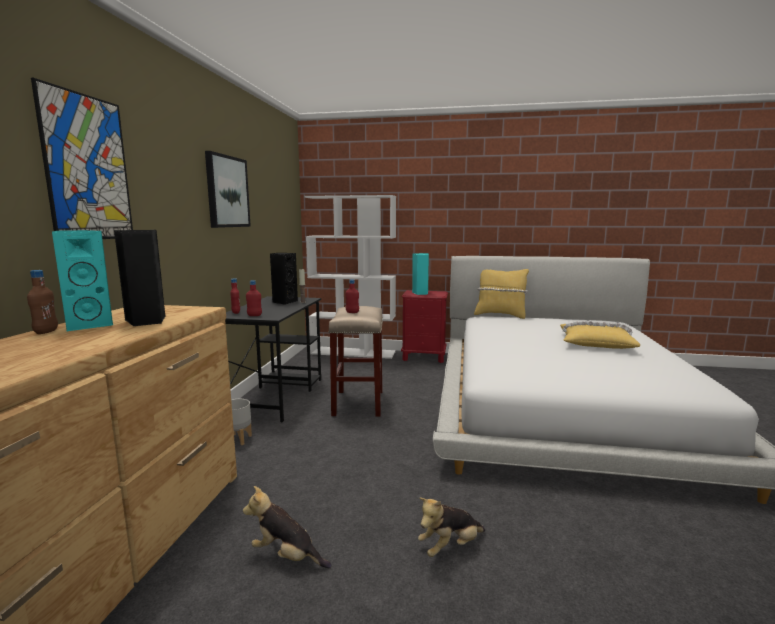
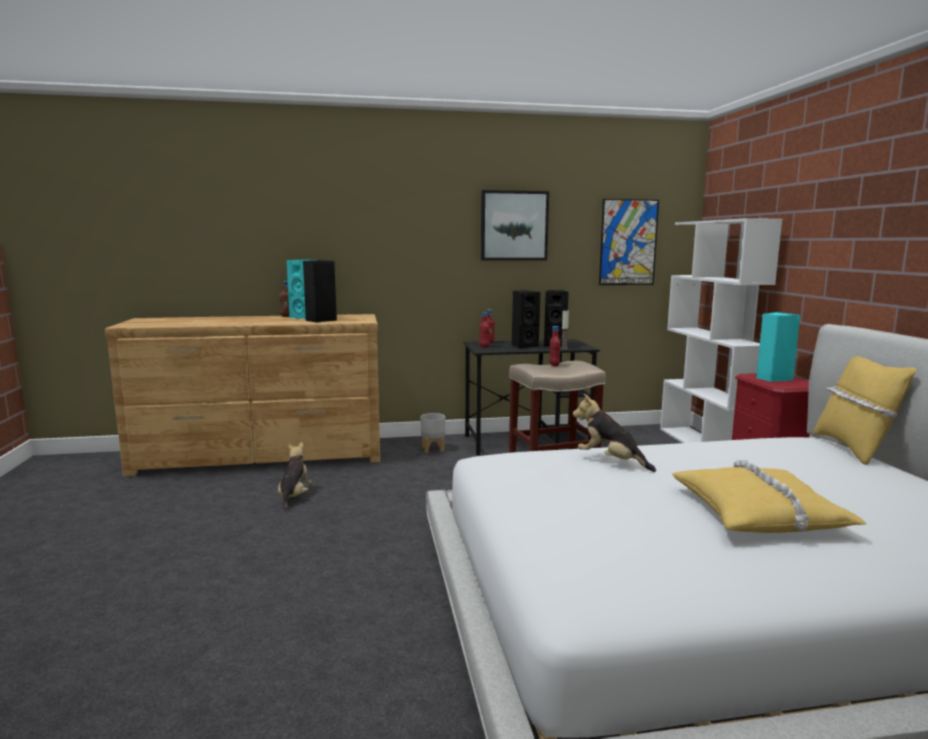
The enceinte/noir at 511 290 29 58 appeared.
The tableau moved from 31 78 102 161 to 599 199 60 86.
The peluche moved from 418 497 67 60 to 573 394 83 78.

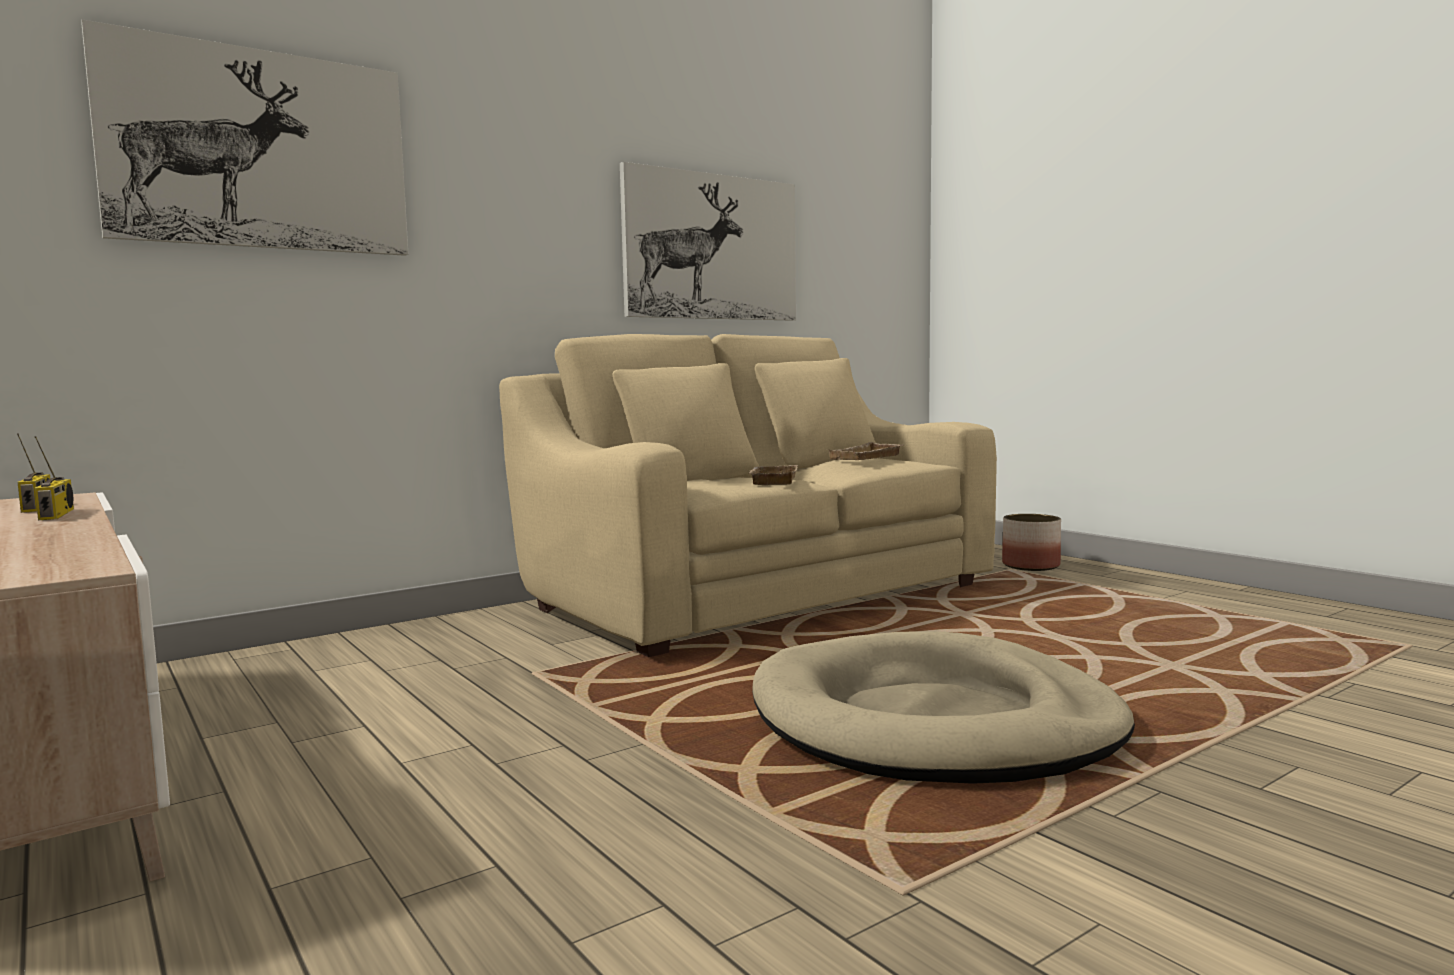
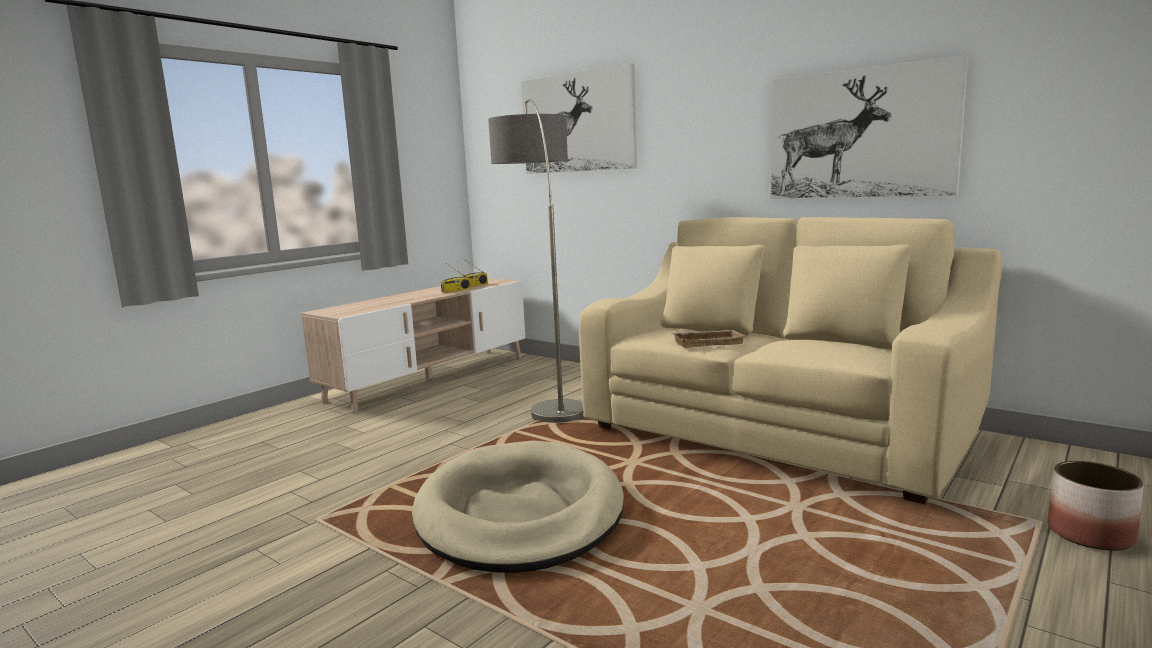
The plateau/beige at 829 442 74 18 disappeared.
The lampadaire at 488 99 95 324 appeared.

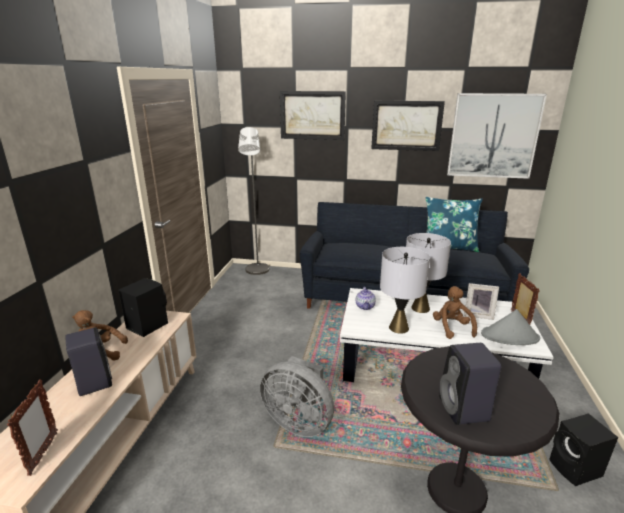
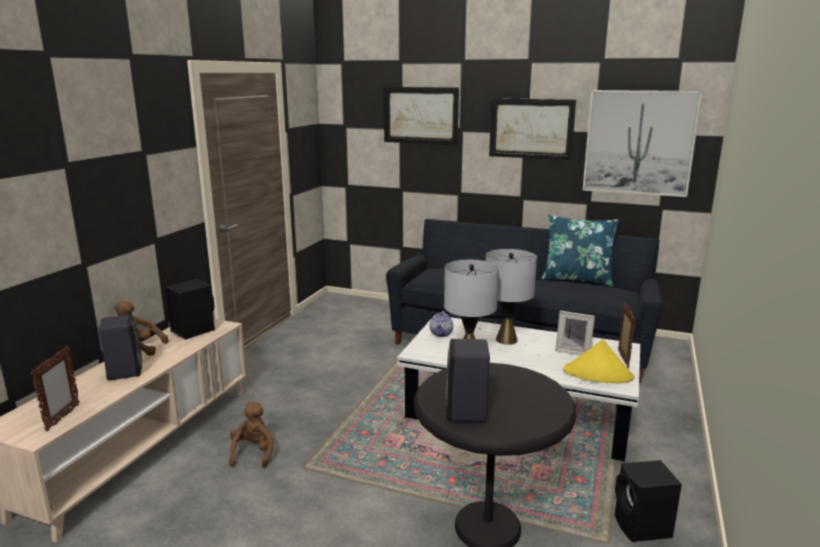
The lampadaire/gris at 238 127 32 148 disappeared.
The ventilateur/gris at 260 356 74 81 disappeared.
The peluche/marron moved from 433 286 44 53 to 229 402 45 66.
The chapeau/gris at 481 309 59 36 became the chapeau/jaune at 563 339 71 44.

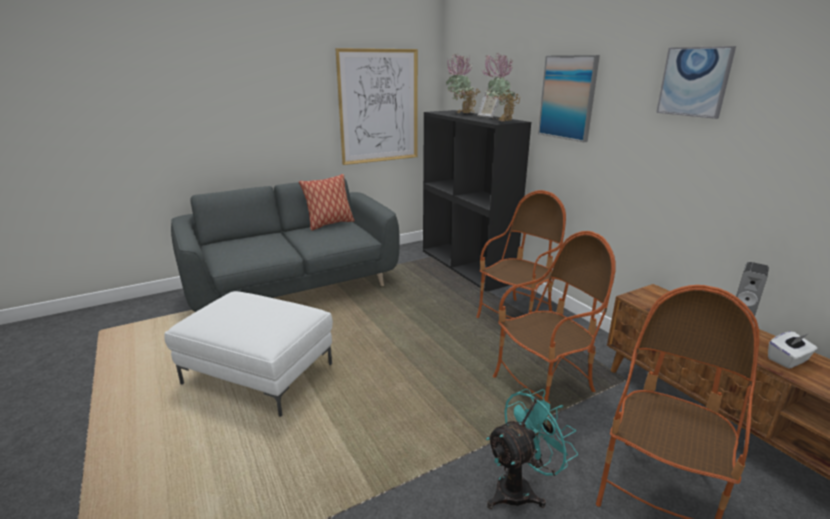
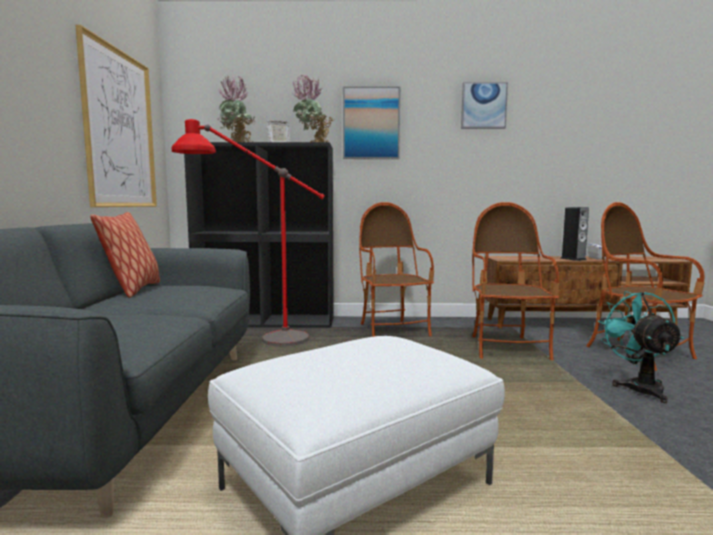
The lampadaire/rouge at 172 119 153 227 appeared.

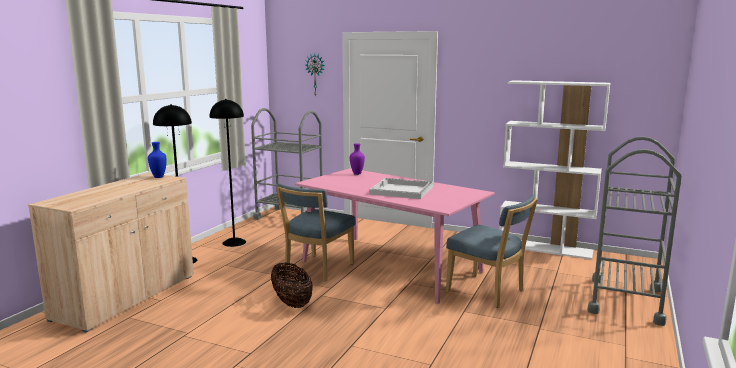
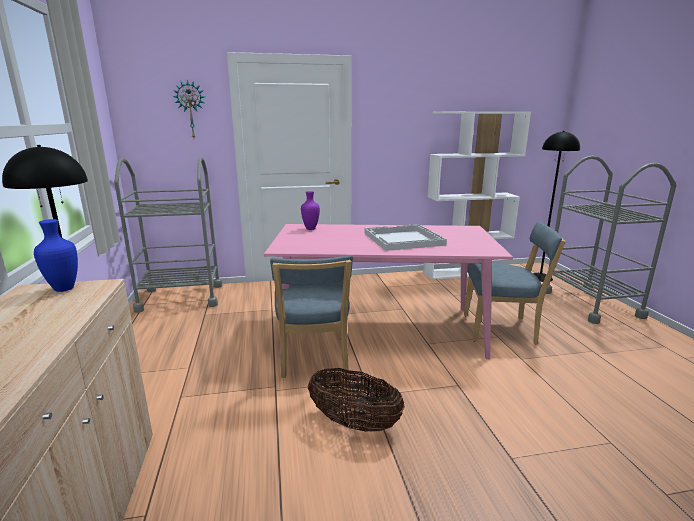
The lampadaire/noir moved from 209 99 37 148 to 533 131 47 151.

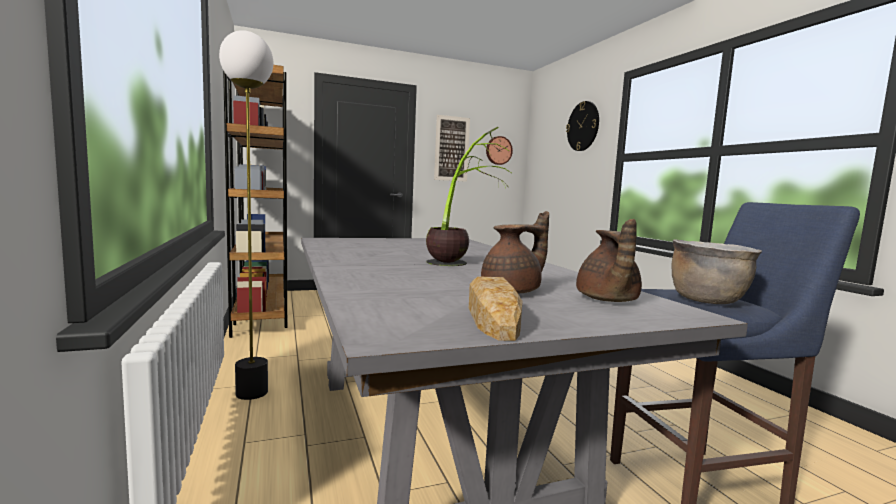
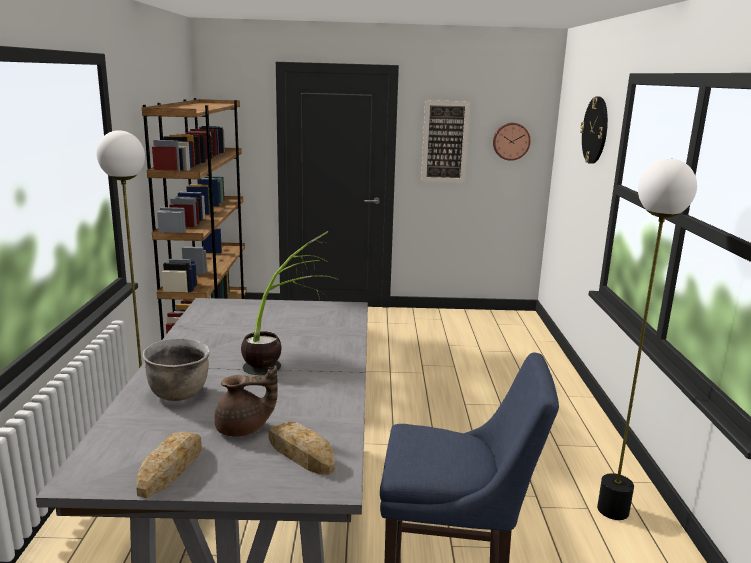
The lampadaire at 597 159 100 361 appeared.
The marmite/marron moved from 671 239 91 65 to 143 339 67 62.
The théière/marron at 576 219 66 83 was replaced by the pain at 268 422 67 53.

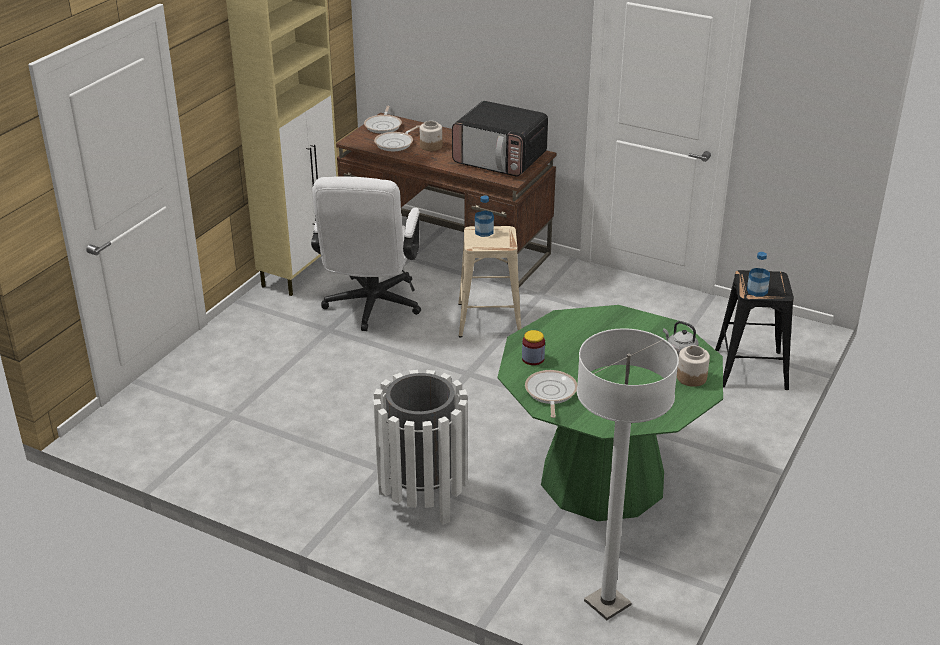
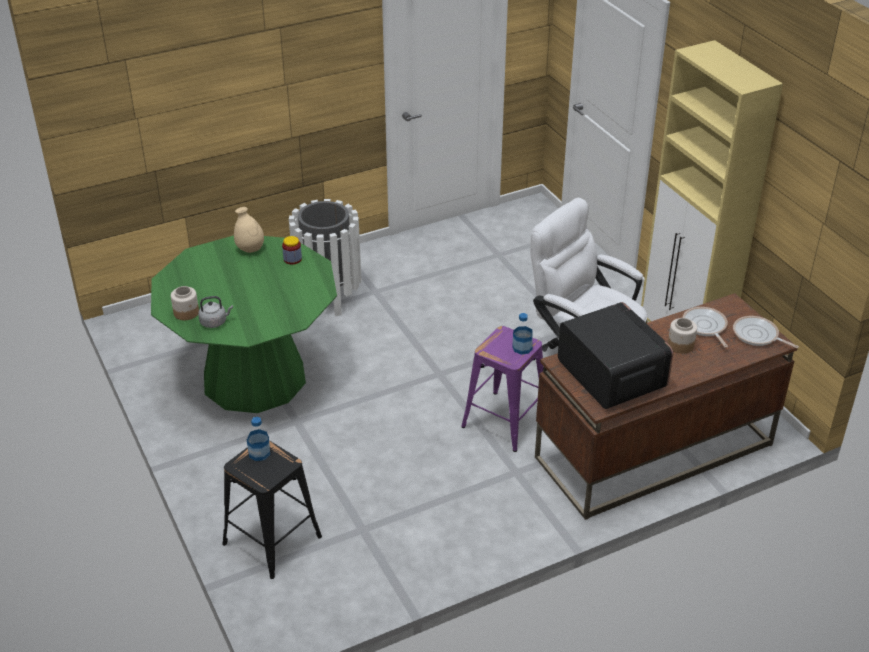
The lampadaire/blanc at 577 328 102 292 disappeared.
The poêle at 525 370 52 48 was replaced by the vase/beige at 234 207 30 46.
The tabouret/beige at 458 226 64 111 became the tabouret/violet at 461 326 82 126.
The micro-ondes at 452 101 96 76 turned 90 degrees clockwise.

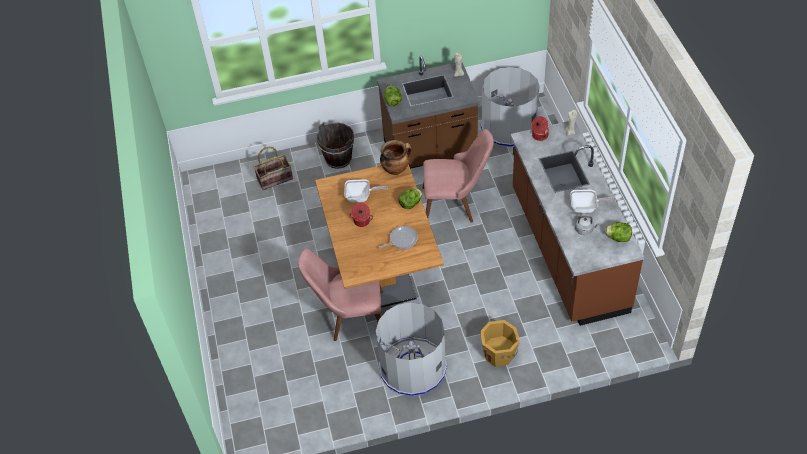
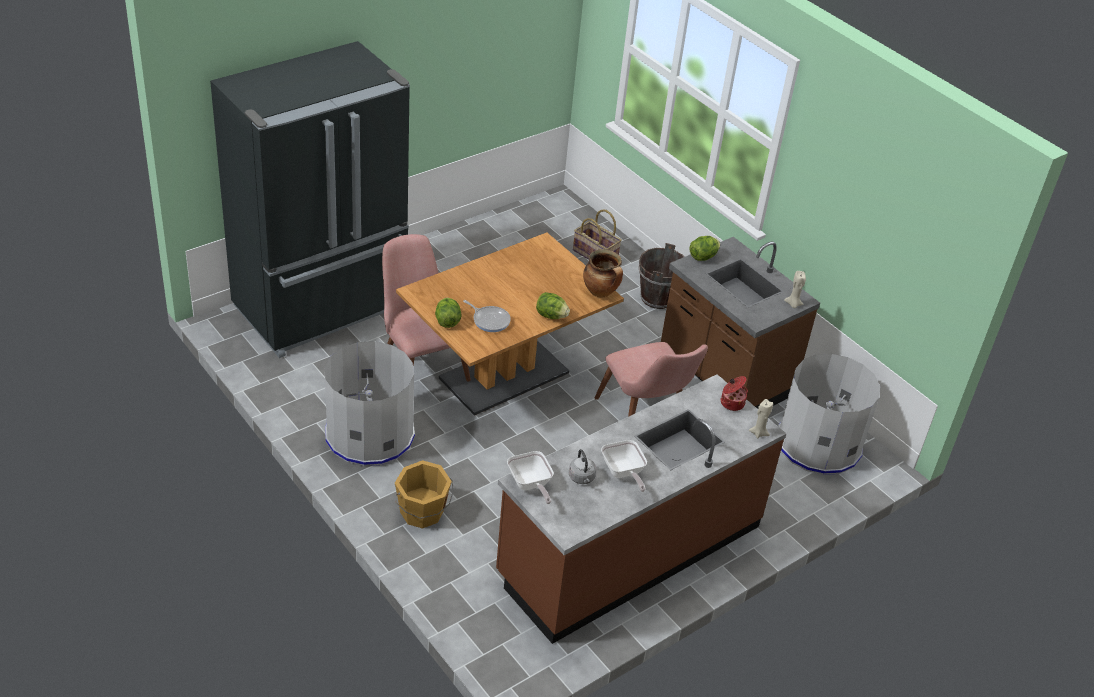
The marmite at 350 202 23 25 disappeared.
The réfrigérateur/noir at 210 41 200 317 appeared.
The poêle moved from 344 179 44 23 to 507 451 47 53.
The laitue moved from 605 222 27 20 to 435 298 27 30.

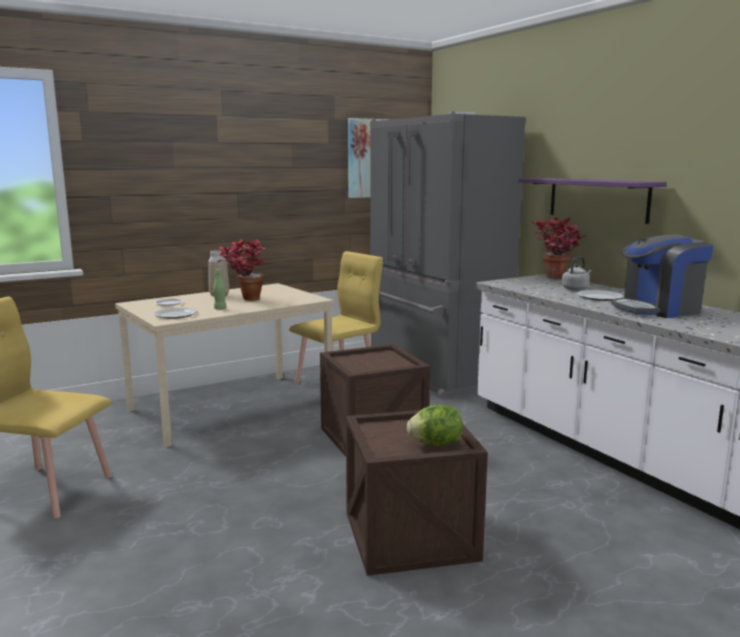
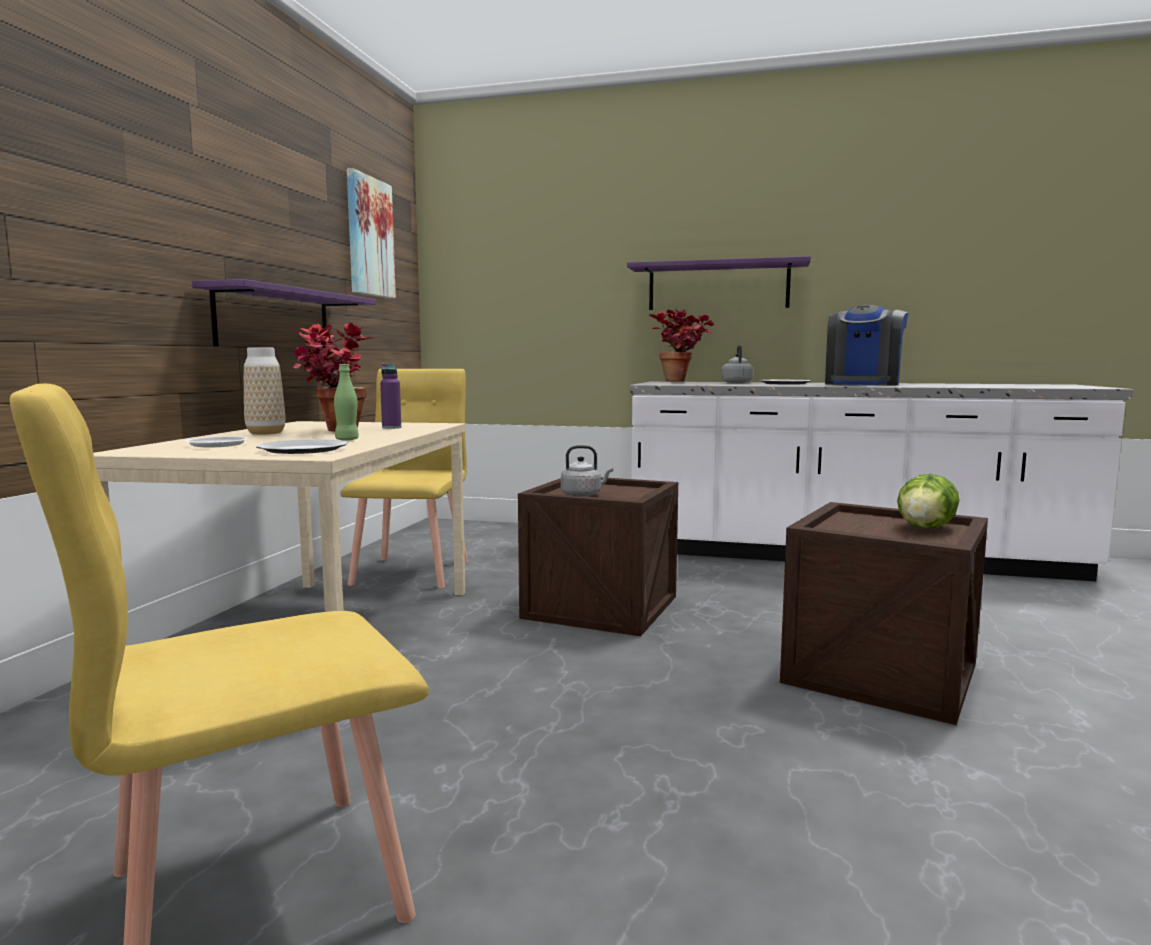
The réfrigérateur/gris at 370 112 155 287 disappeared.
The étagère/violet at 192 279 184 67 appeared.
The bouteille/violet at 380 364 21 65 appeared.
The bouilloire/gris at 561 445 52 52 appeared.

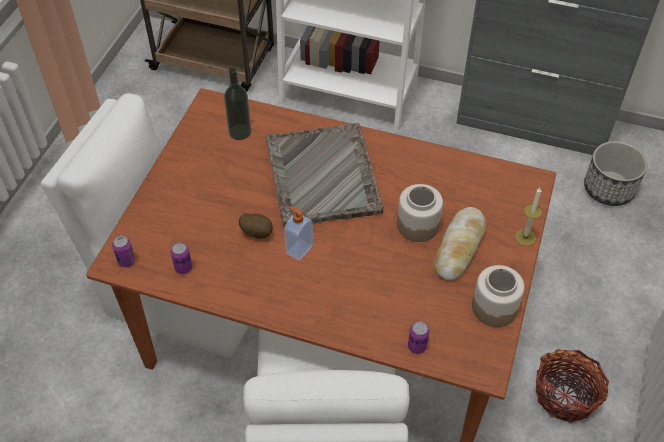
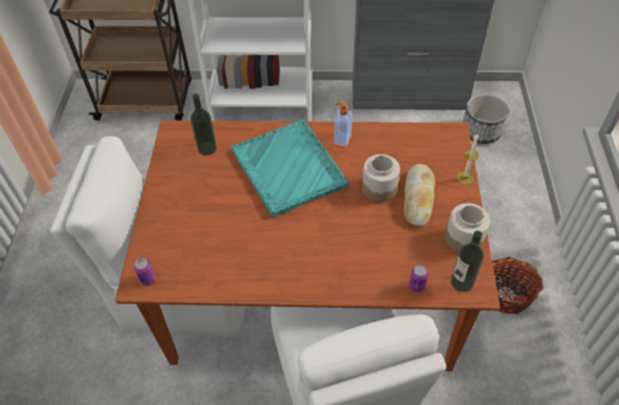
The boîte métallique at 171 242 21 32 disappeared.
The pomme de terre at 239 213 34 26 disappeared.
The bouteille at 451 231 33 61 appeared.
The distributeur de savon moved from 284 206 29 55 to 334 103 19 44.
The plateau/gris at 266 123 118 104 became the plateau/turquoise at 231 119 118 98.

